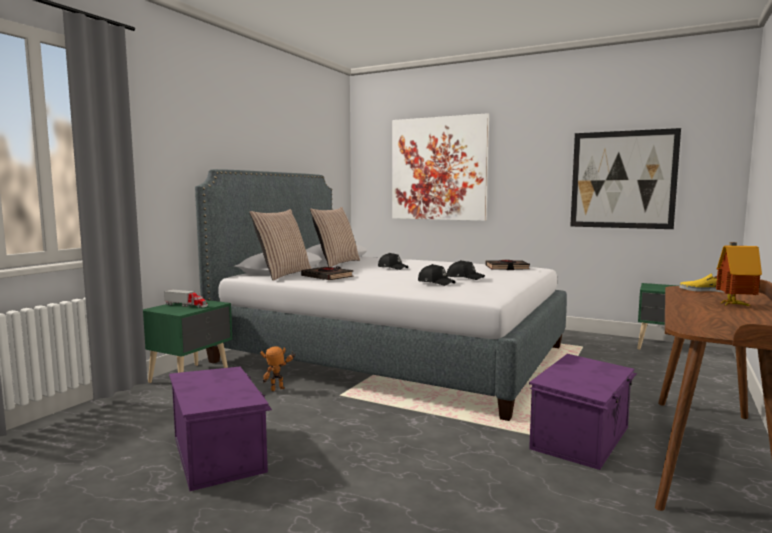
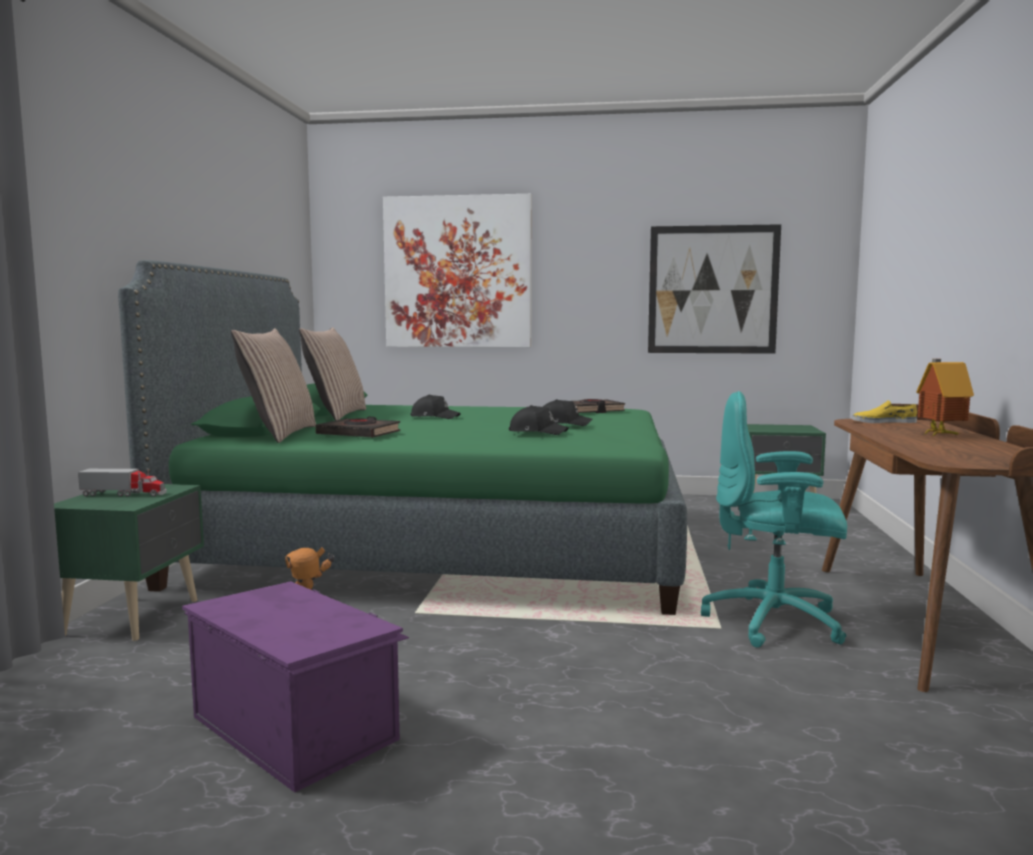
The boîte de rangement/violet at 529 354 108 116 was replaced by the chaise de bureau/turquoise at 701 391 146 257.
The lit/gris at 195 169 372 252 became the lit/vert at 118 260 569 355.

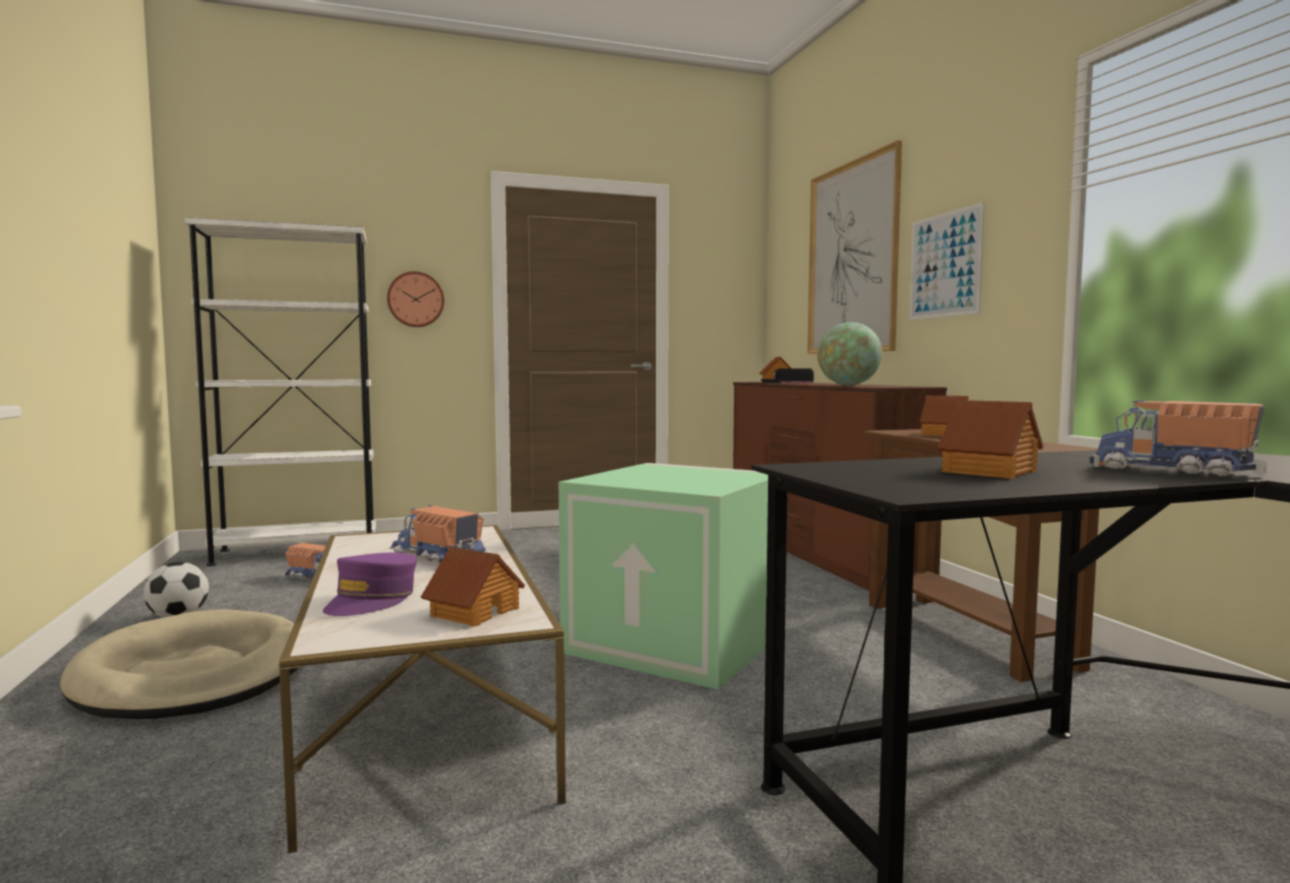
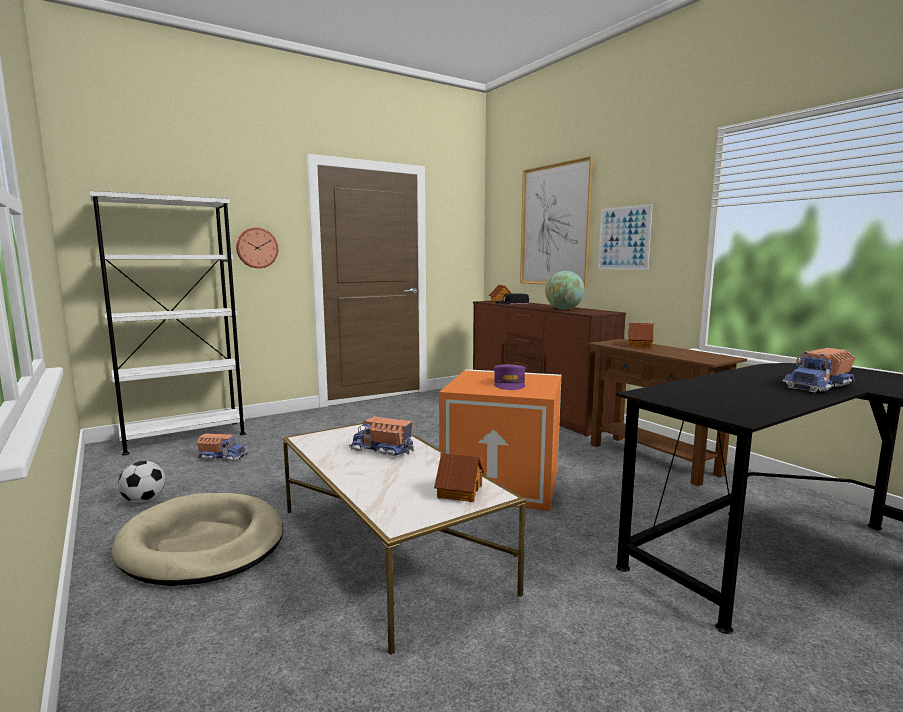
The maison miniature at 937 400 106 79 disappeared.
The casquette/violet moved from 323 553 94 63 to 494 364 32 26.
The boîte de rangement/vert at 559 463 229 227 became the boîte de rangement/orange at 439 369 122 142.
The camion jouet at 1090 400 177 76 turned 60 degrees counterclockwise.

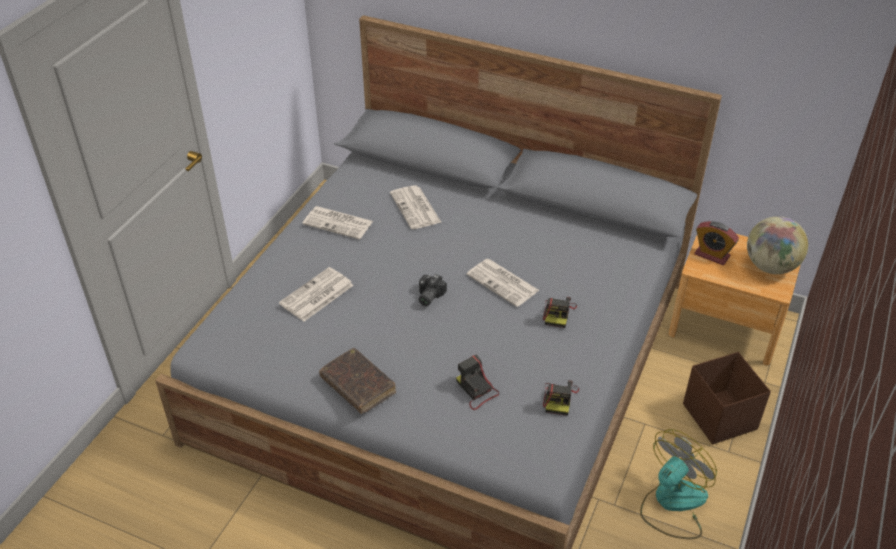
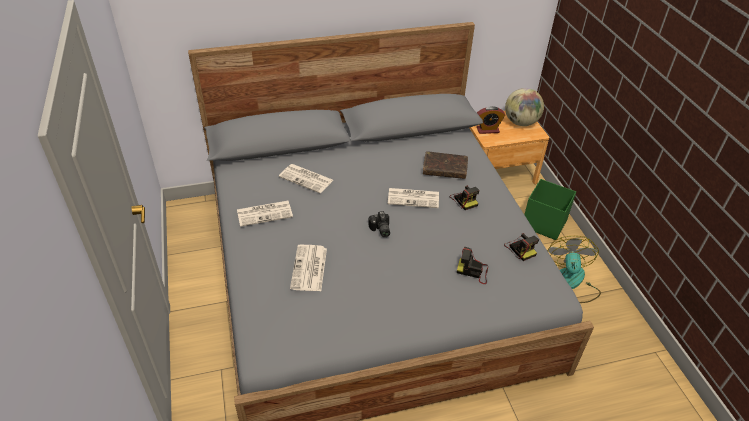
The livre/marron moved from 319 348 77 66 to 423 151 45 28.
The boîte de rangement/marron at 683 352 88 92 became the boîte de rangement/vert at 524 179 52 61.

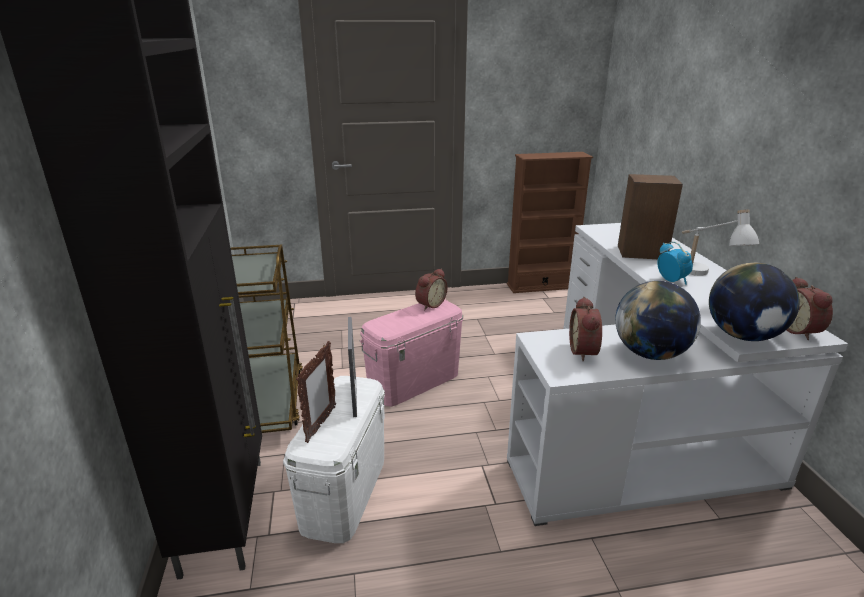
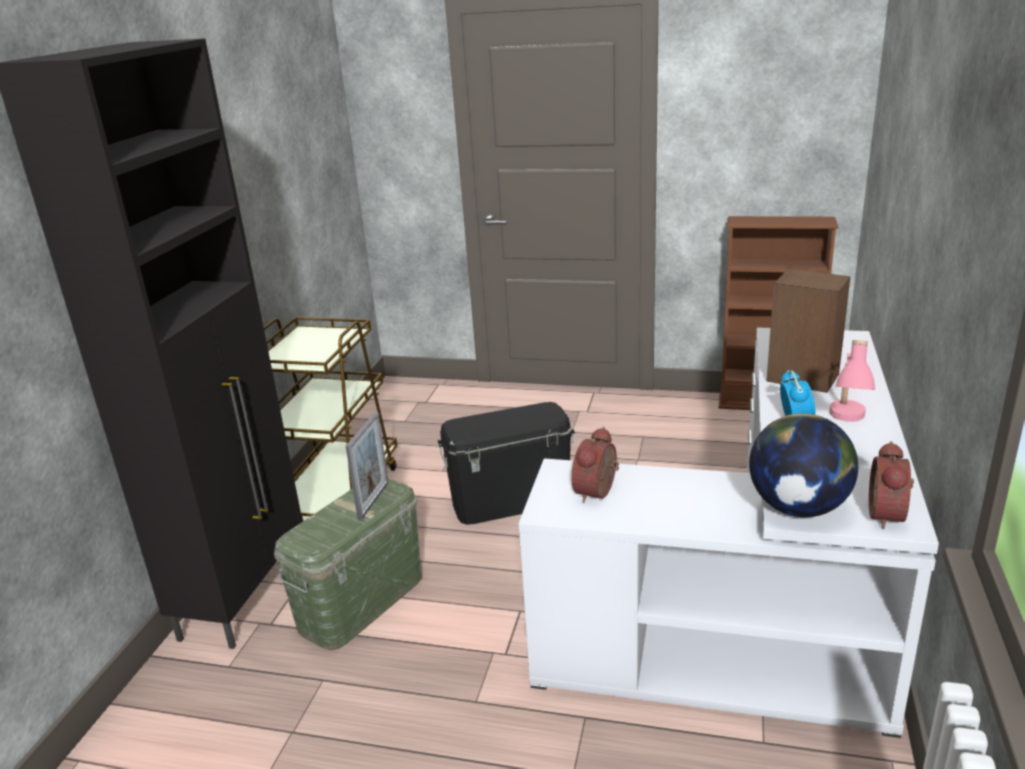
The cadre photo at 296 341 40 102 disappeared.
The réveil at 415 268 32 42 disappeared.
The globe at 615 281 86 79 disappeared.
The boîte de rangement/blanc at 283 376 102 167 became the boîte de rangement/vert at 274 478 147 172.
The boîte de rangement/rose at 360 299 103 107 became the boîte de rangement/noir at 438 402 137 123.
The lampe de table/blanc at 682 209 77 67 became the lampe de table/rose at 829 340 46 82.

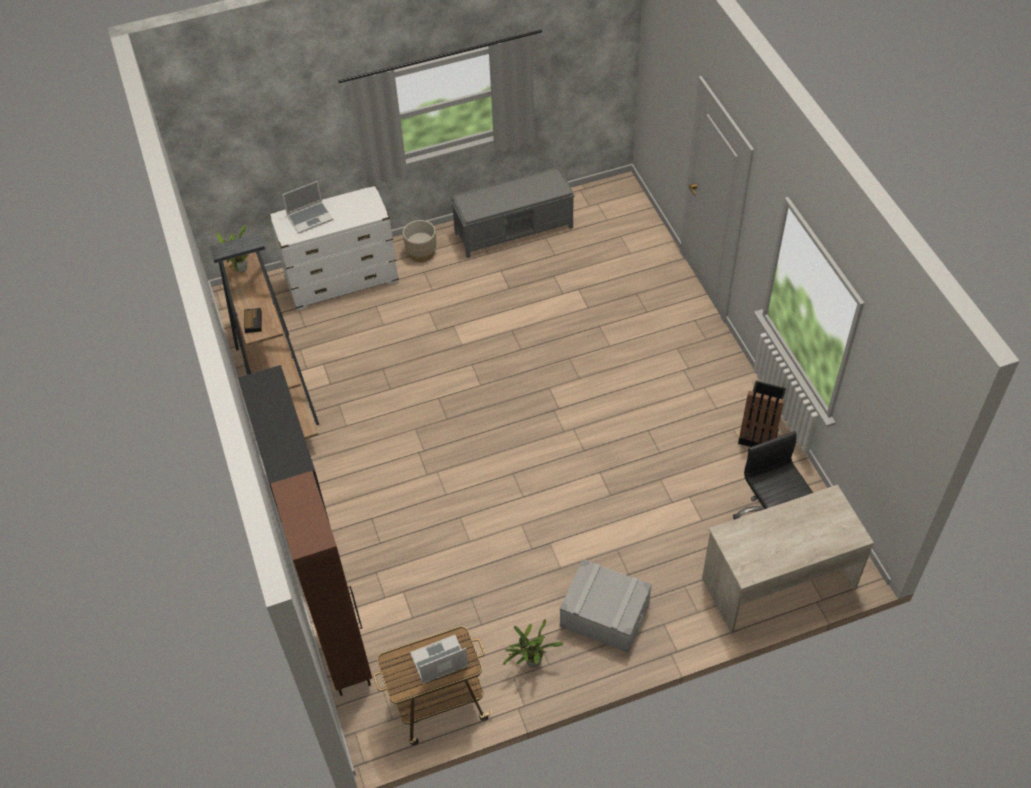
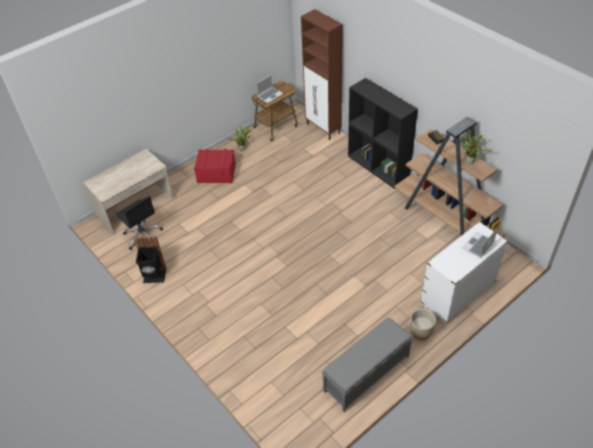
The boîte de rangement/gris at 560 559 92 94 became the boîte de rangement/rouge at 194 149 42 34.

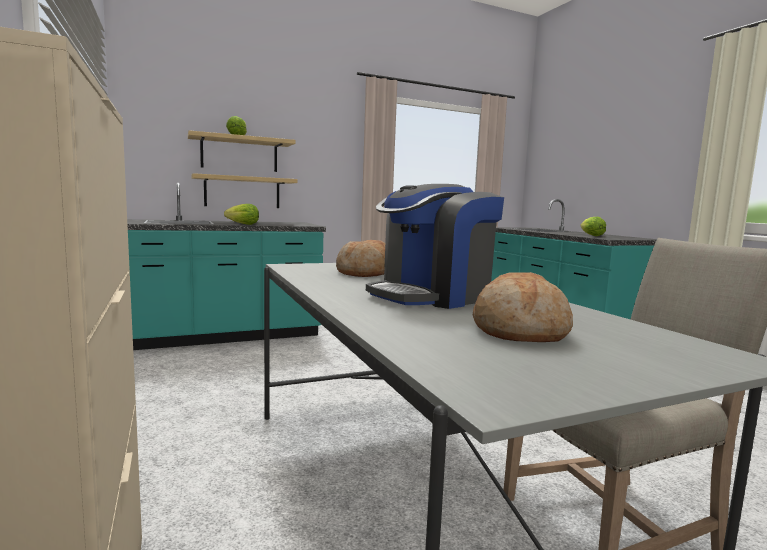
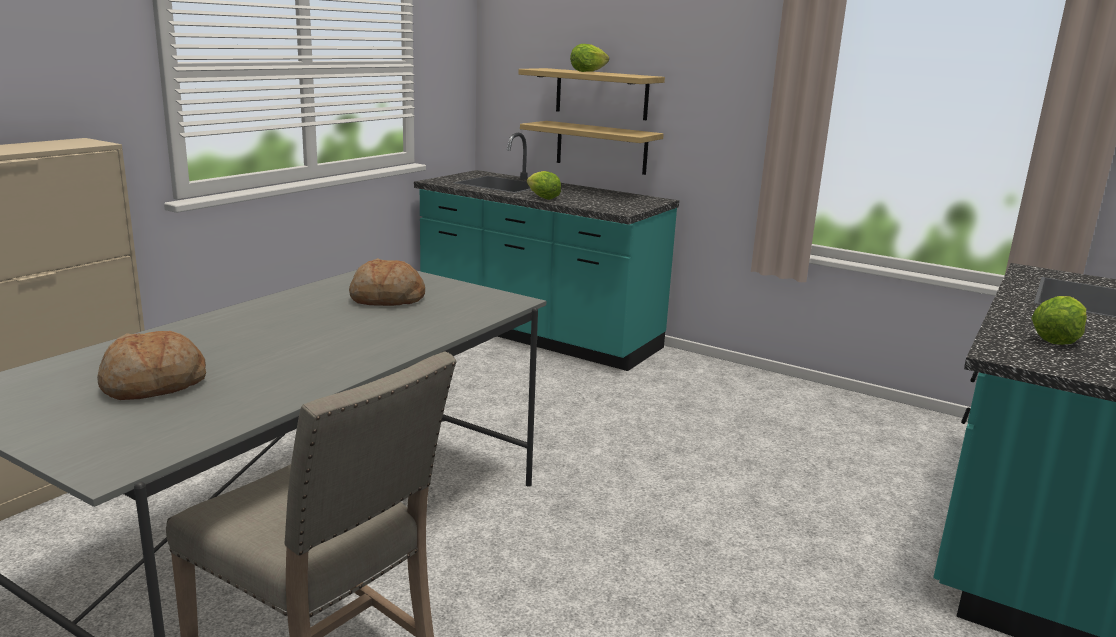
The machine à café at 366 184 138 125 disappeared.

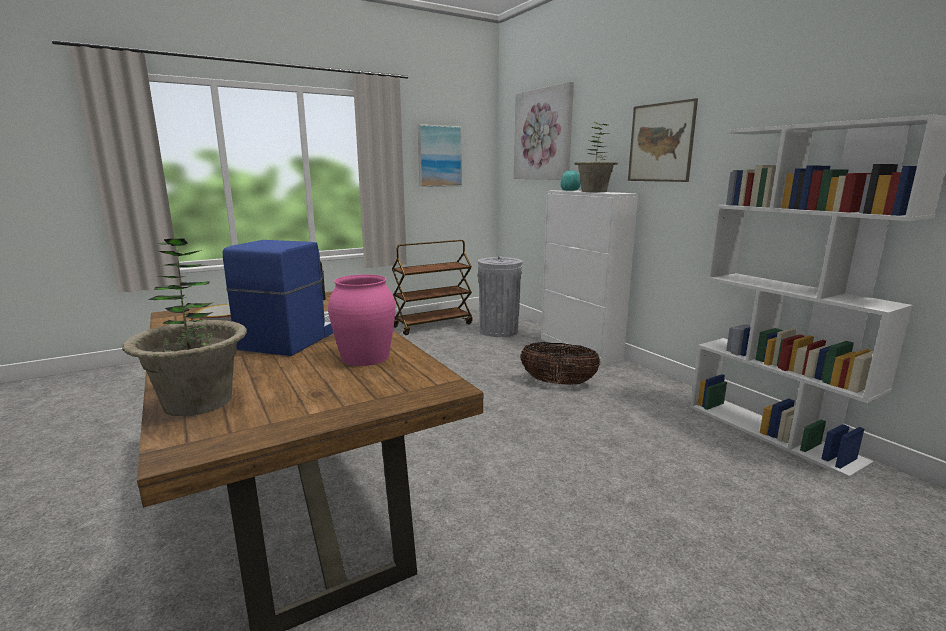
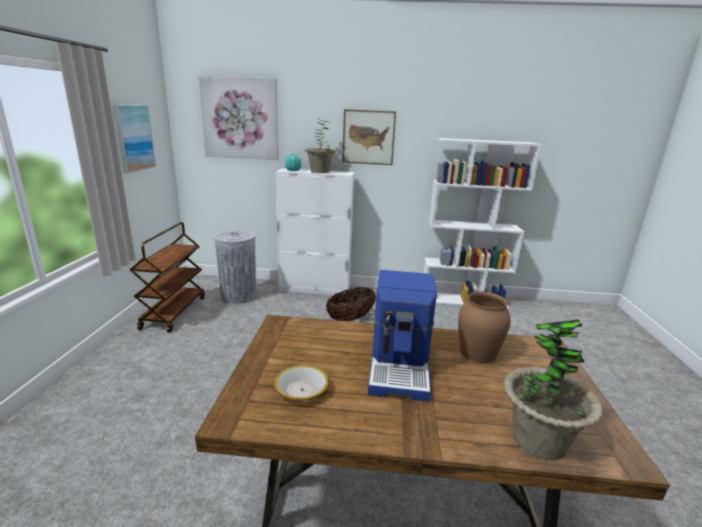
The vase/rose at 328 274 68 92 became the vase/marron at 459 291 52 72.
The machine à café at 223 240 110 116 turned 135 degrees counterclockwise.

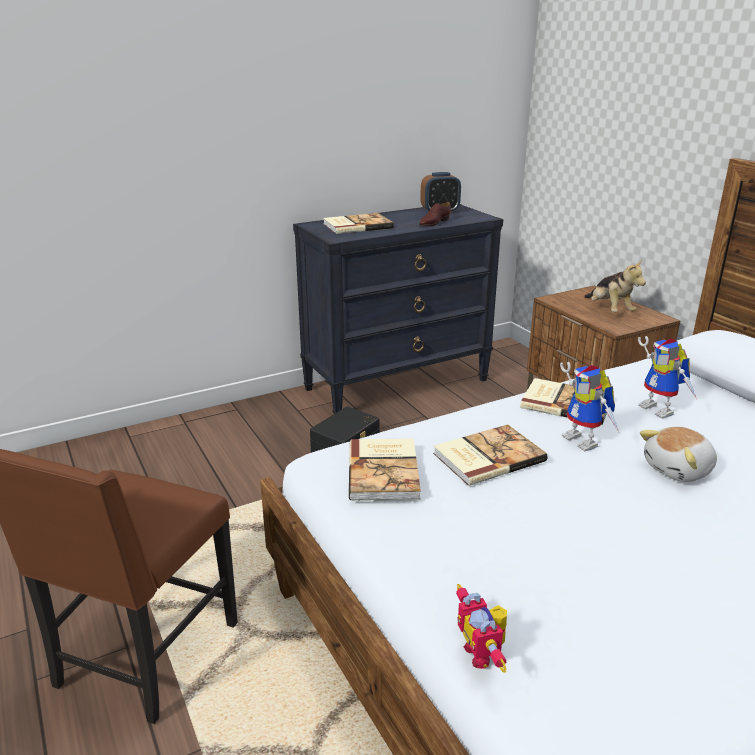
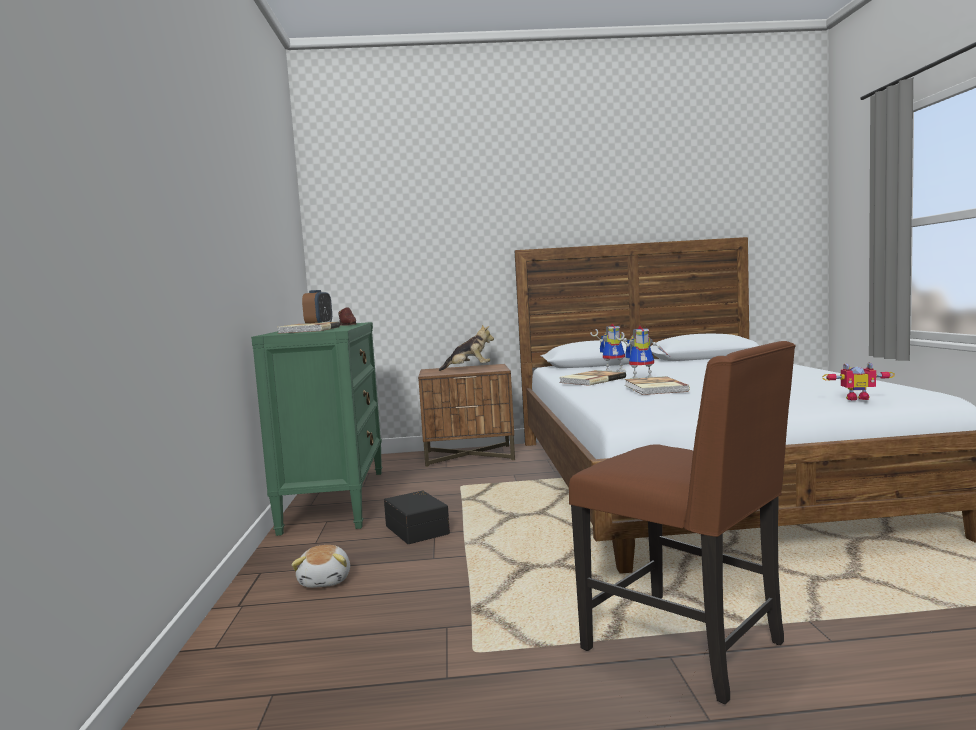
The livre at 349 439 72 62 disappeared.
The peluche moved from 640 427 77 55 to 291 545 59 43.
The commode/noir at 293 204 210 210 became the commode/vert at 251 322 131 214.

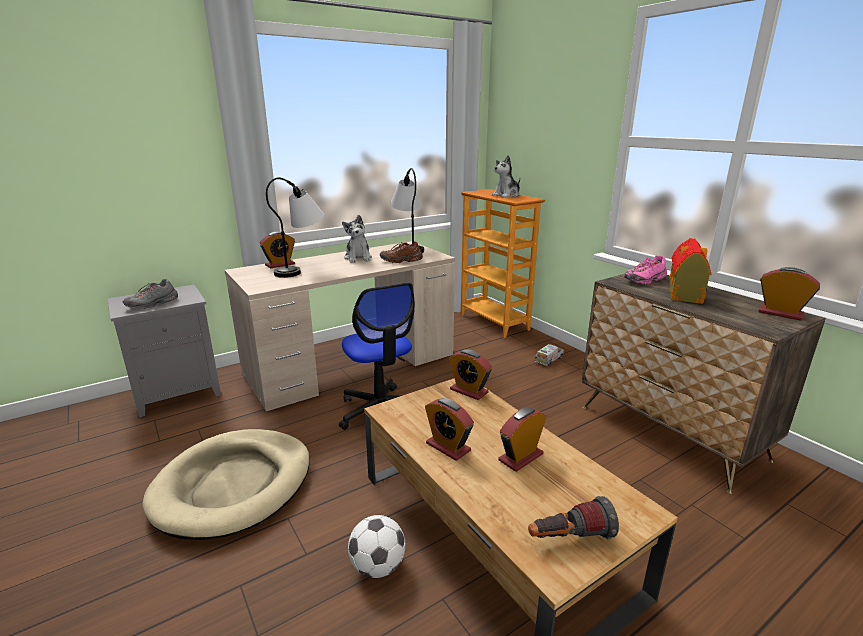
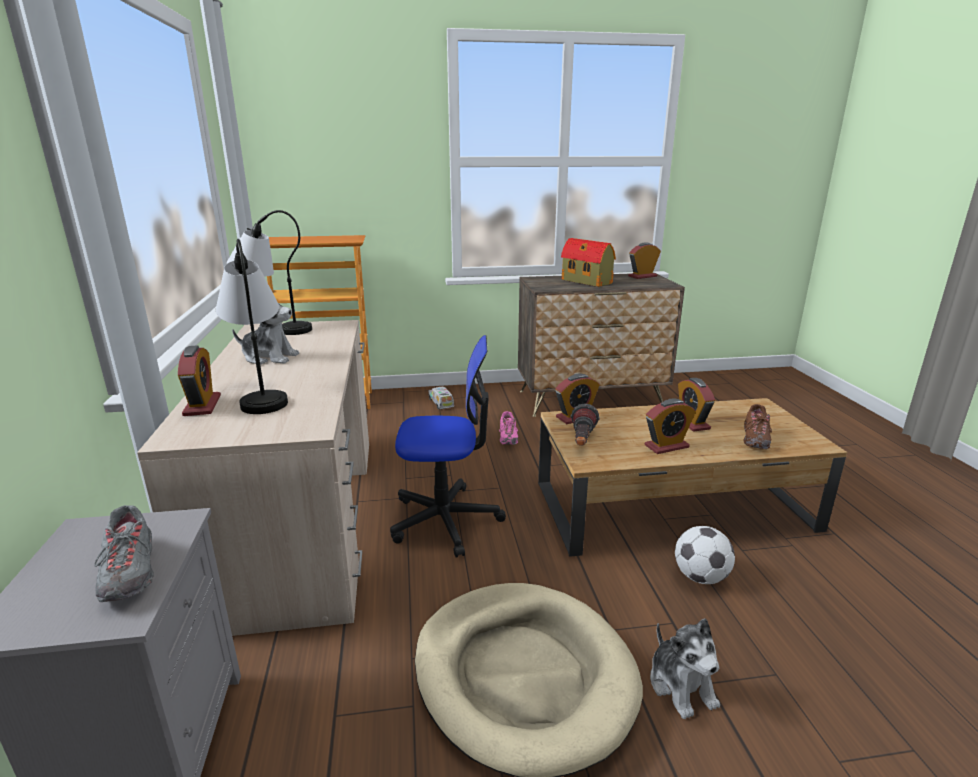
The chaussure/marron moved from 380 241 43 22 to 743 404 29 45.
The peluche moved from 492 155 28 43 to 650 618 70 101.
The lampe de poche moved from 528 496 91 43 to 571 403 29 42.
The chaussure/rose moved from 624 255 43 29 to 499 411 19 34.

